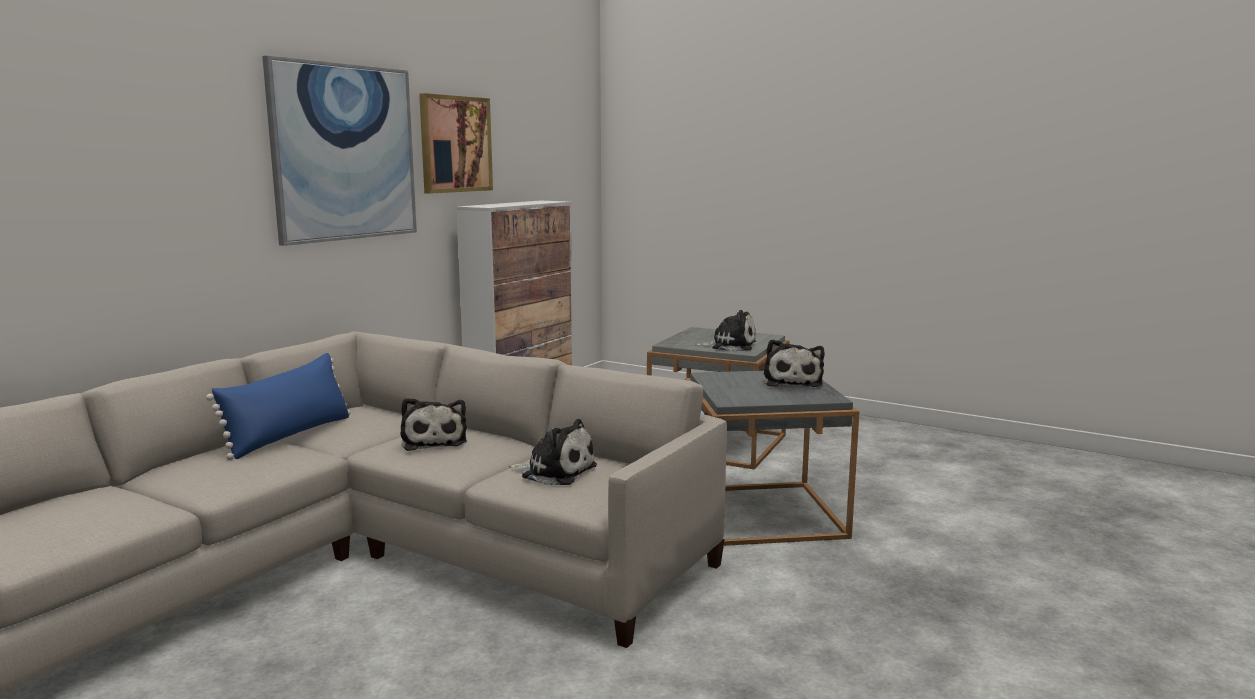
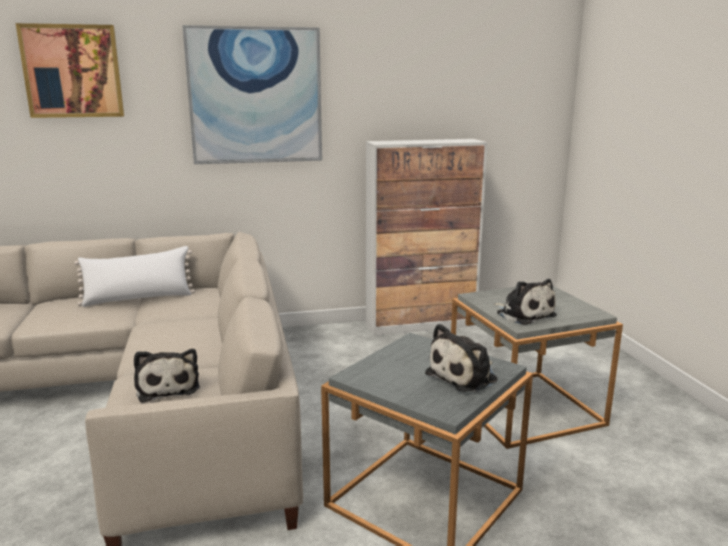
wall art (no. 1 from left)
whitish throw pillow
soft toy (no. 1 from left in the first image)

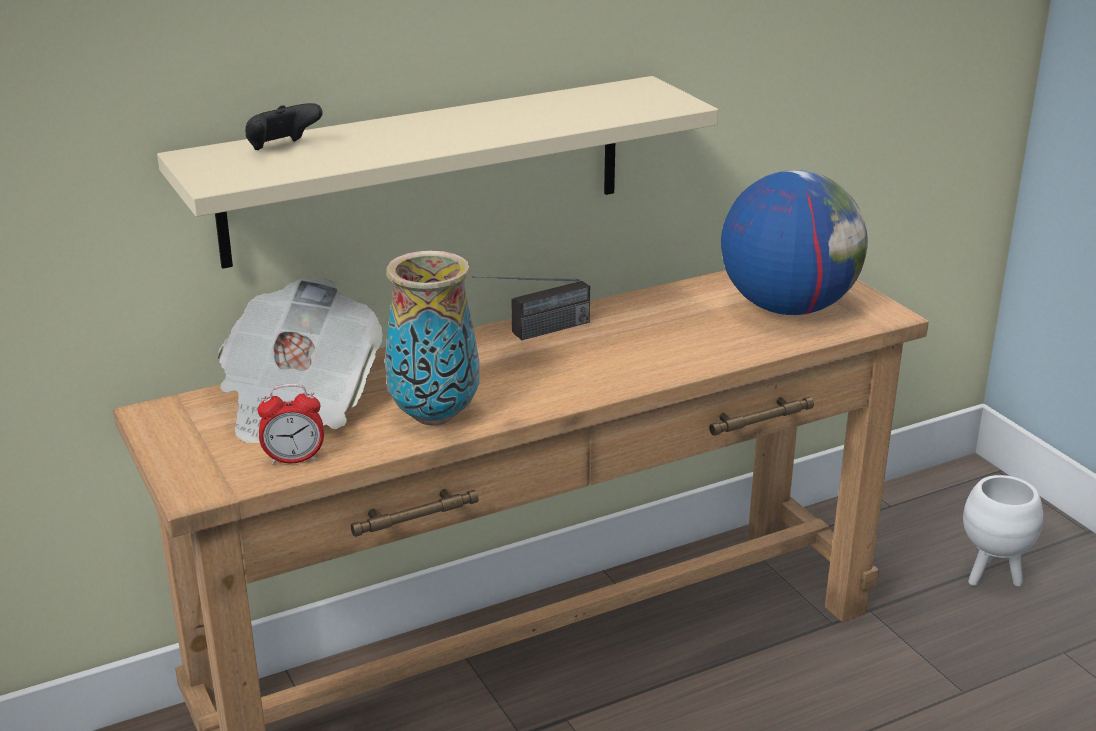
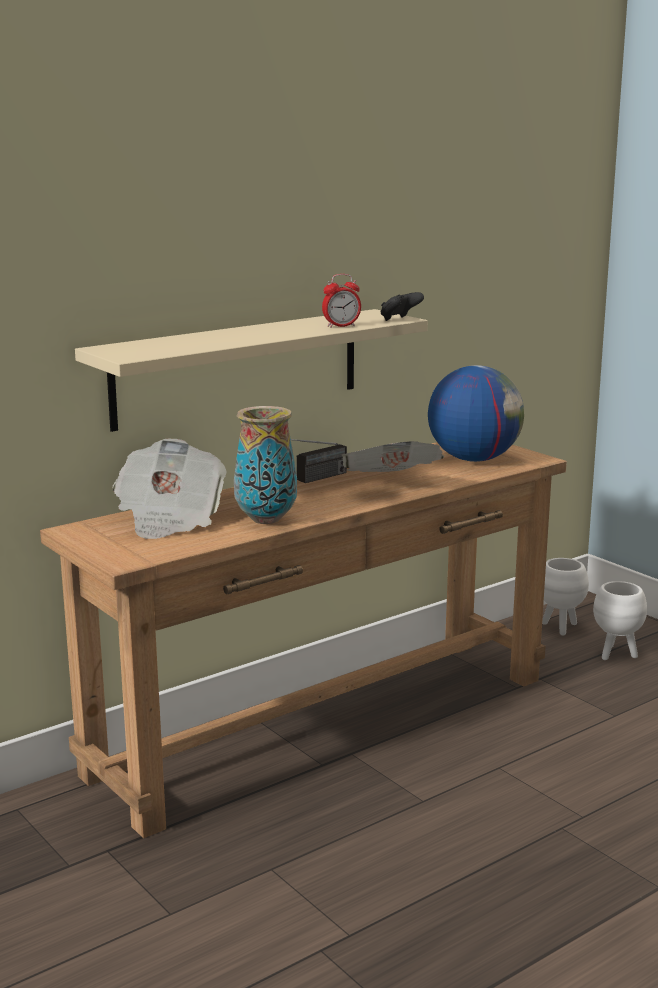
alarm clock
daily paper (no. 2 from left)
black joypad
whitish plant pot (no. 1 from left)

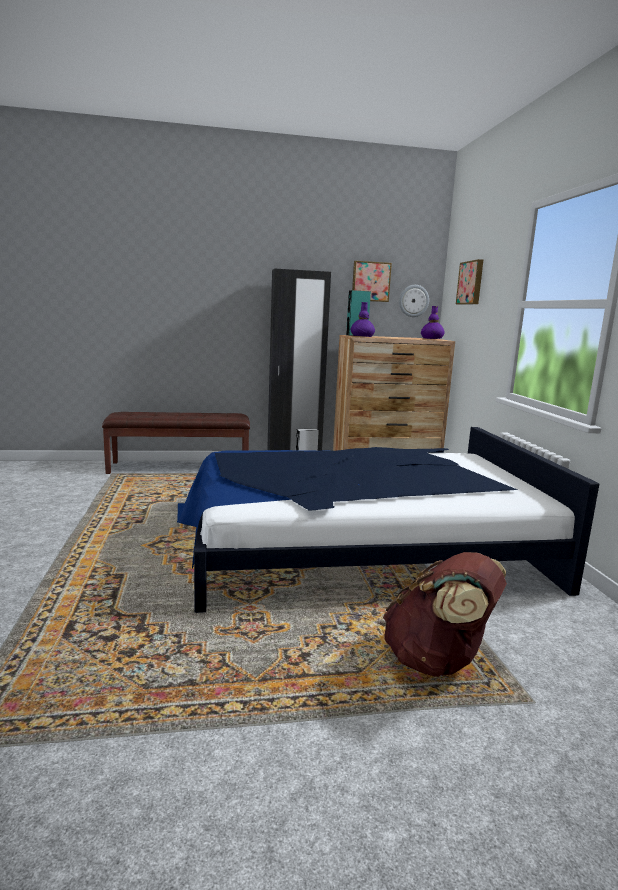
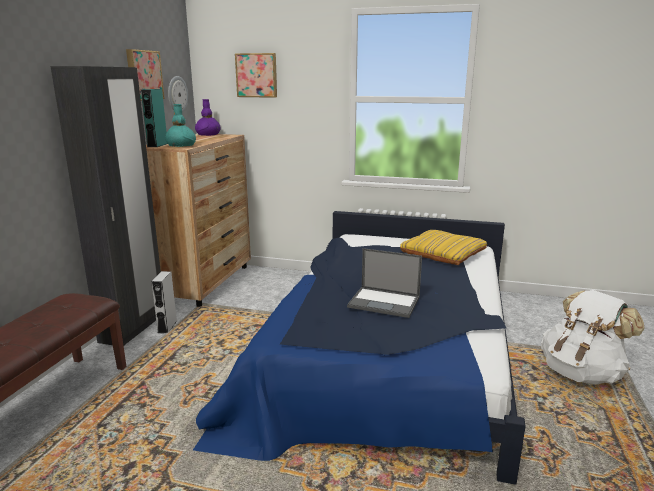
blue-green decorative vase
laptop
yellow throw pillow
whitish knapsack

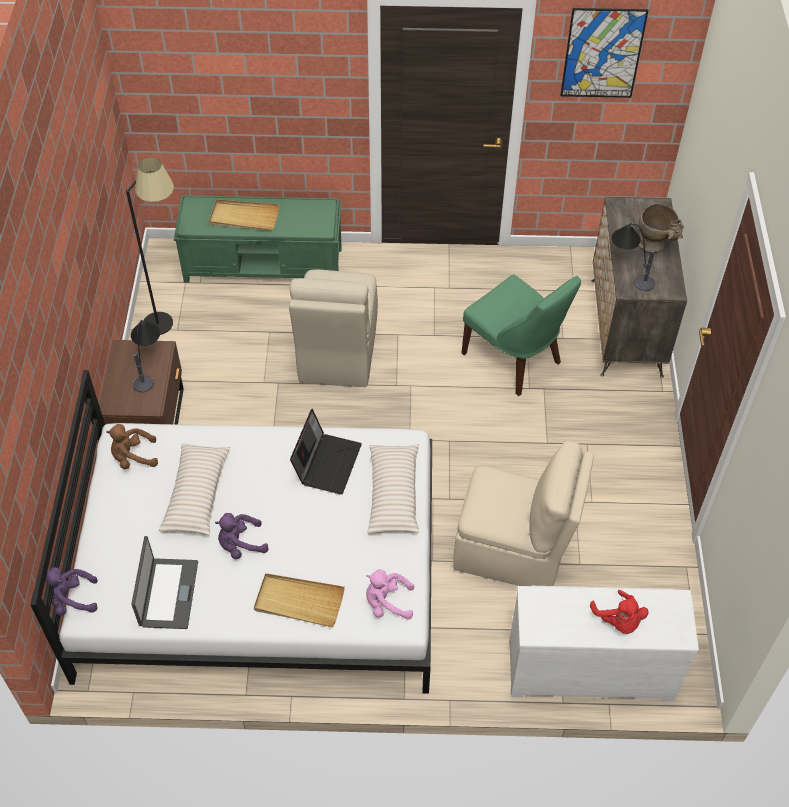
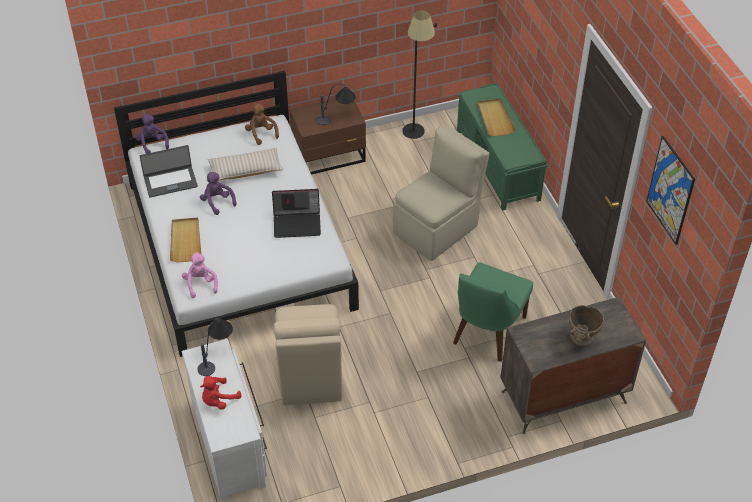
table lamp (no. 1 from left)
beige-coloured plain chair (no. 2 from left)
beige-coloured throw pillow (no. 2 from left in the first image)

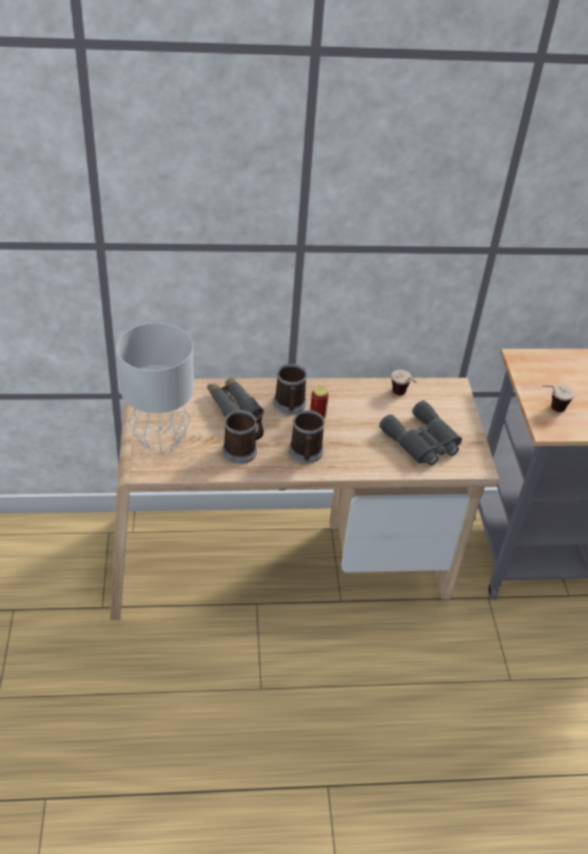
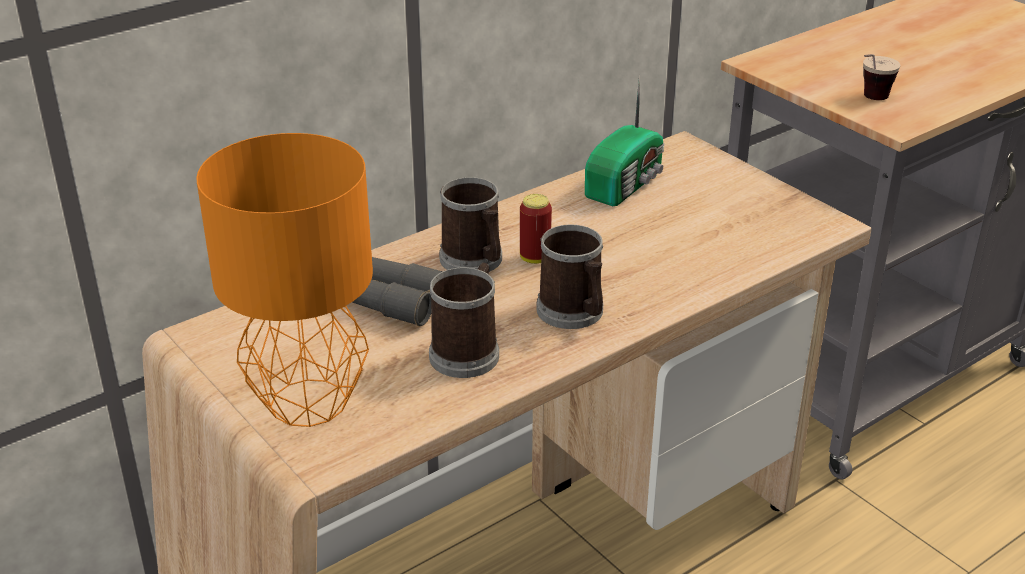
orange-coloured table lamp
radio
grey binoculars (no. 2 from left in the first image)

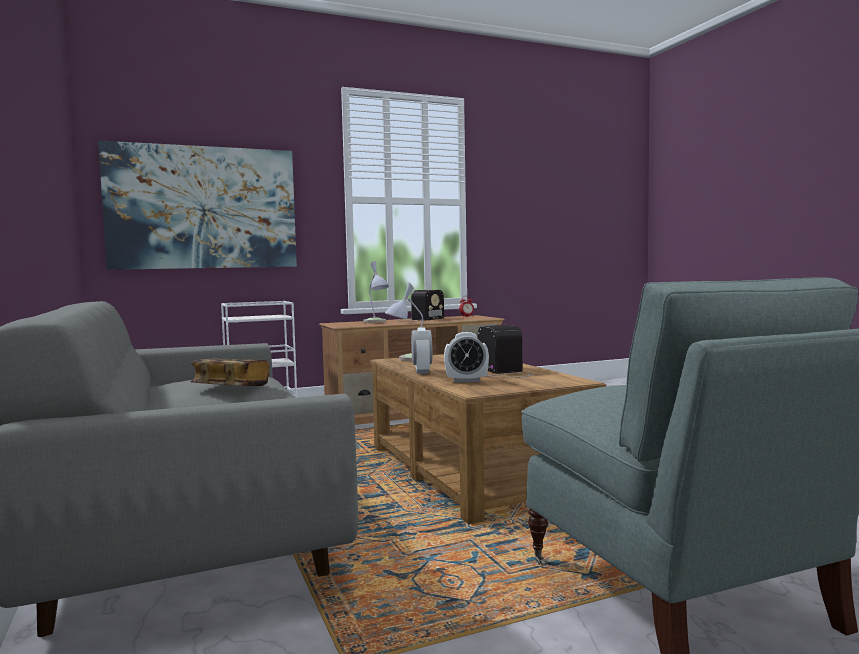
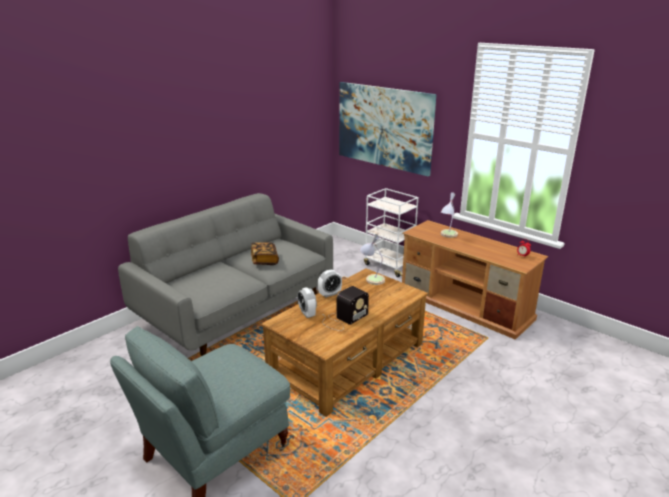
radio (no. 1 from left in the first image)

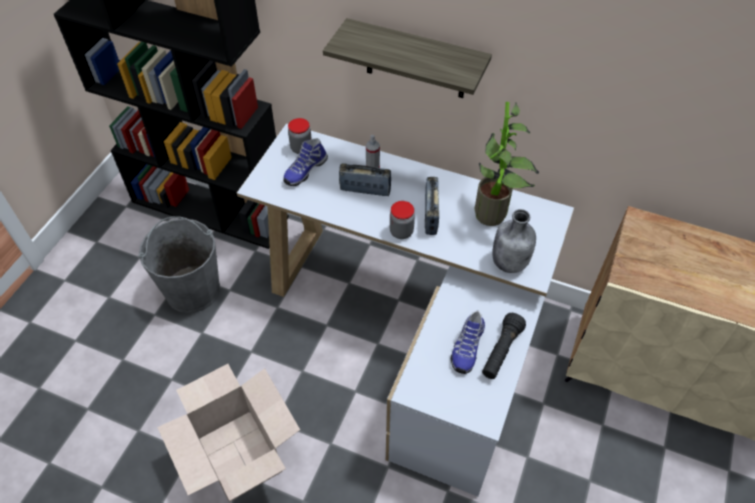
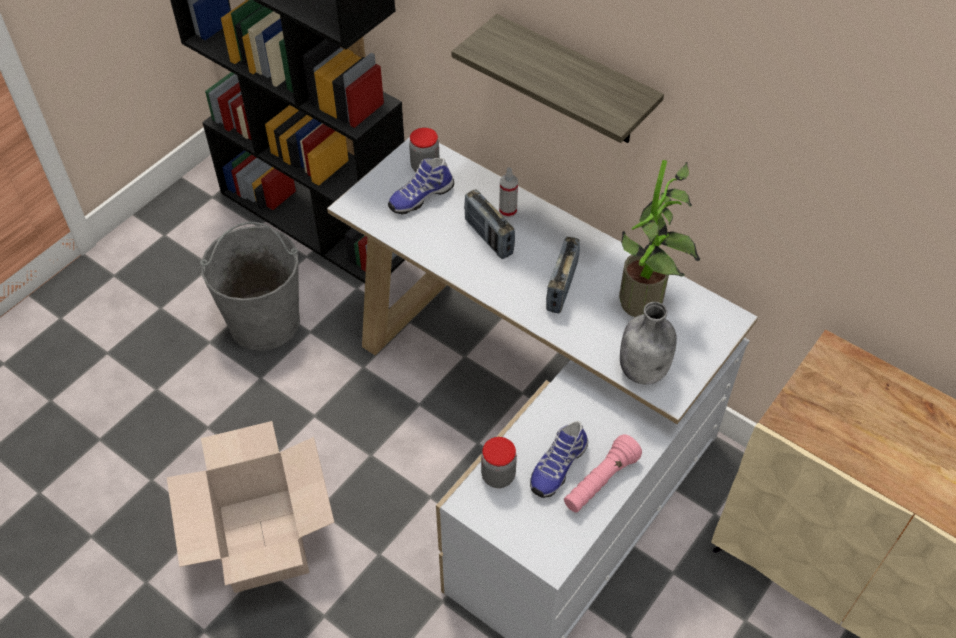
radio (no. 1 from left)
storage jar (no. 2 from left)
pinkish hand torch

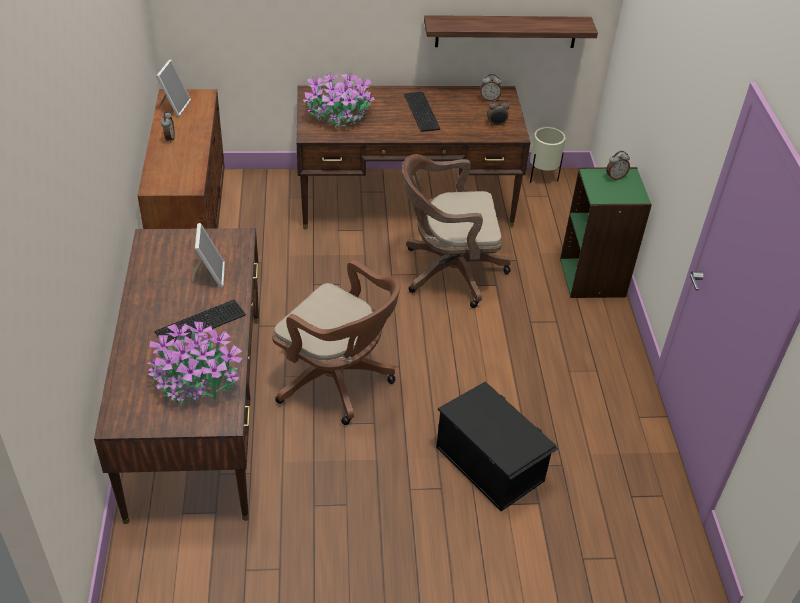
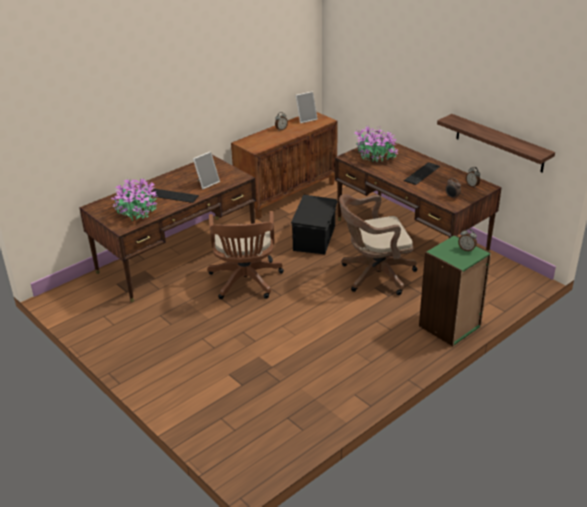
black storage box
brown office chair (no. 2 from left)
beige-coloured plant pot

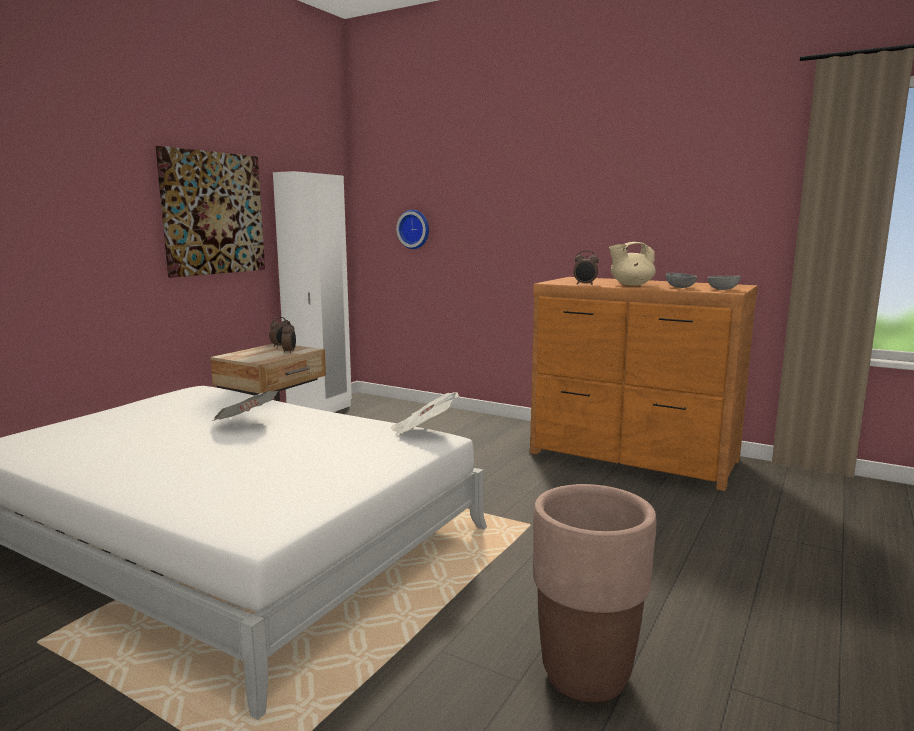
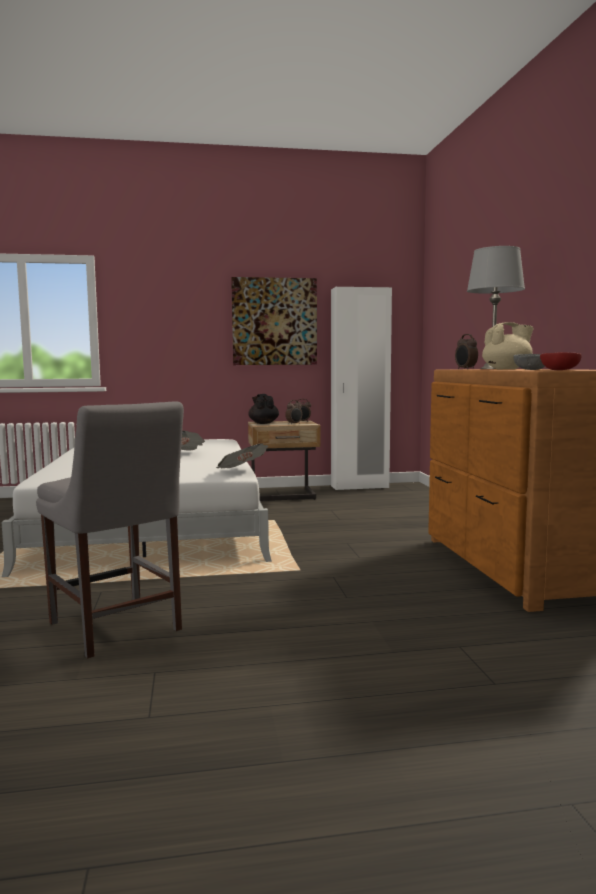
grey plain chair
black pot for tea
grey table lamp
beige-coloured pot for tea
red bowl
hanging clock

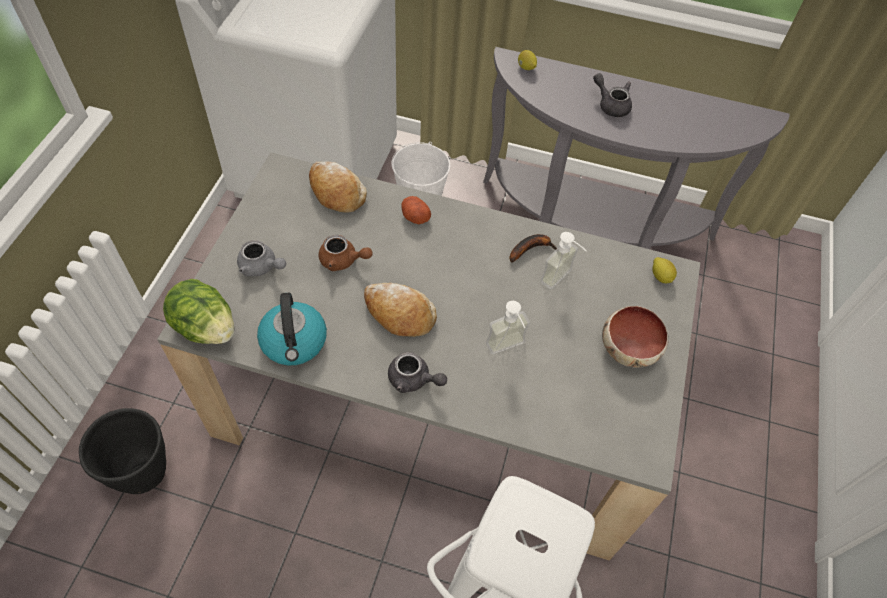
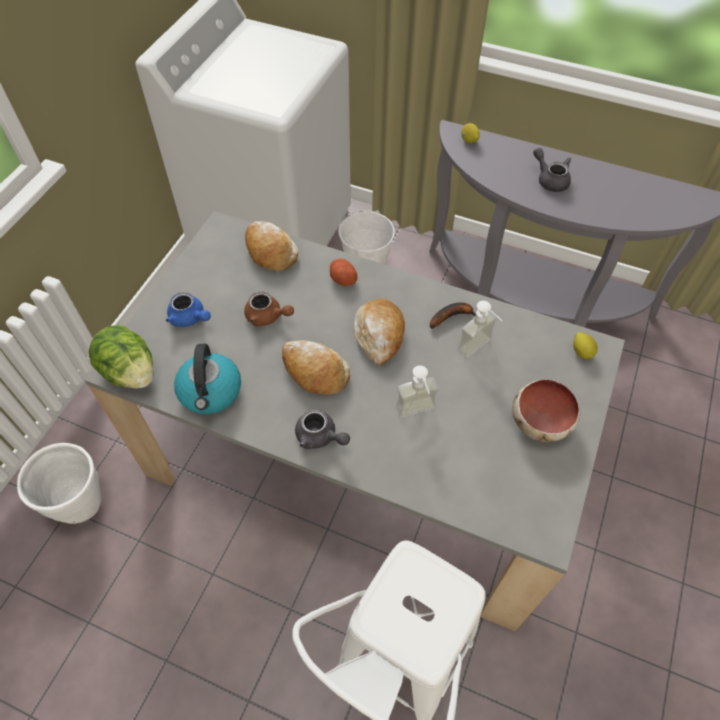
whitish plant pot
blue pot for tea
bread (no. 3 from left)

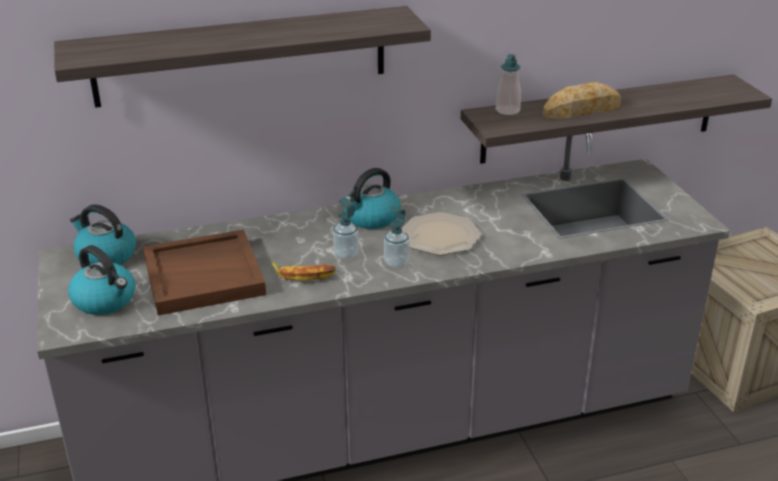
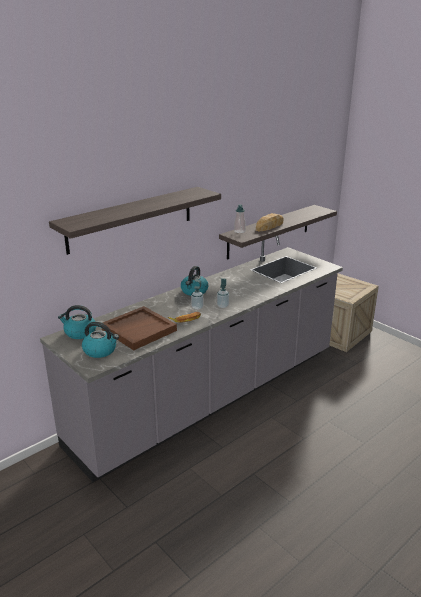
dinner plate

